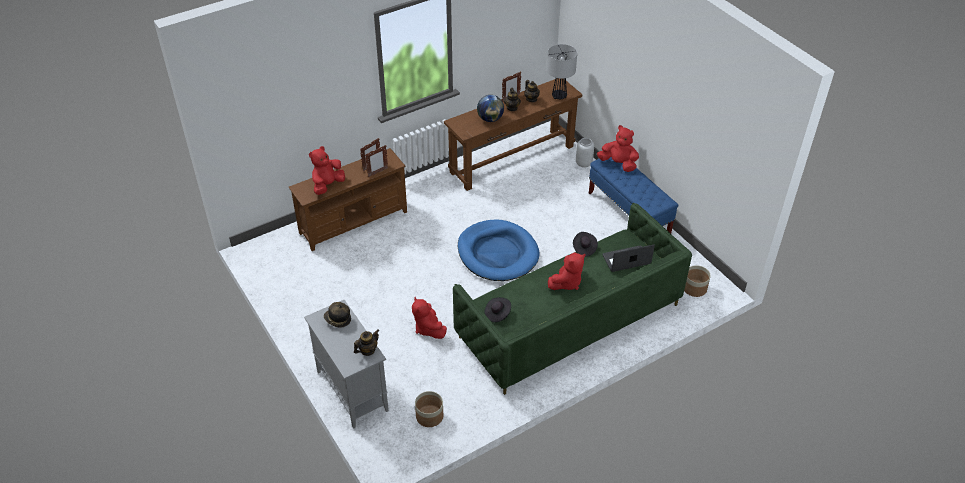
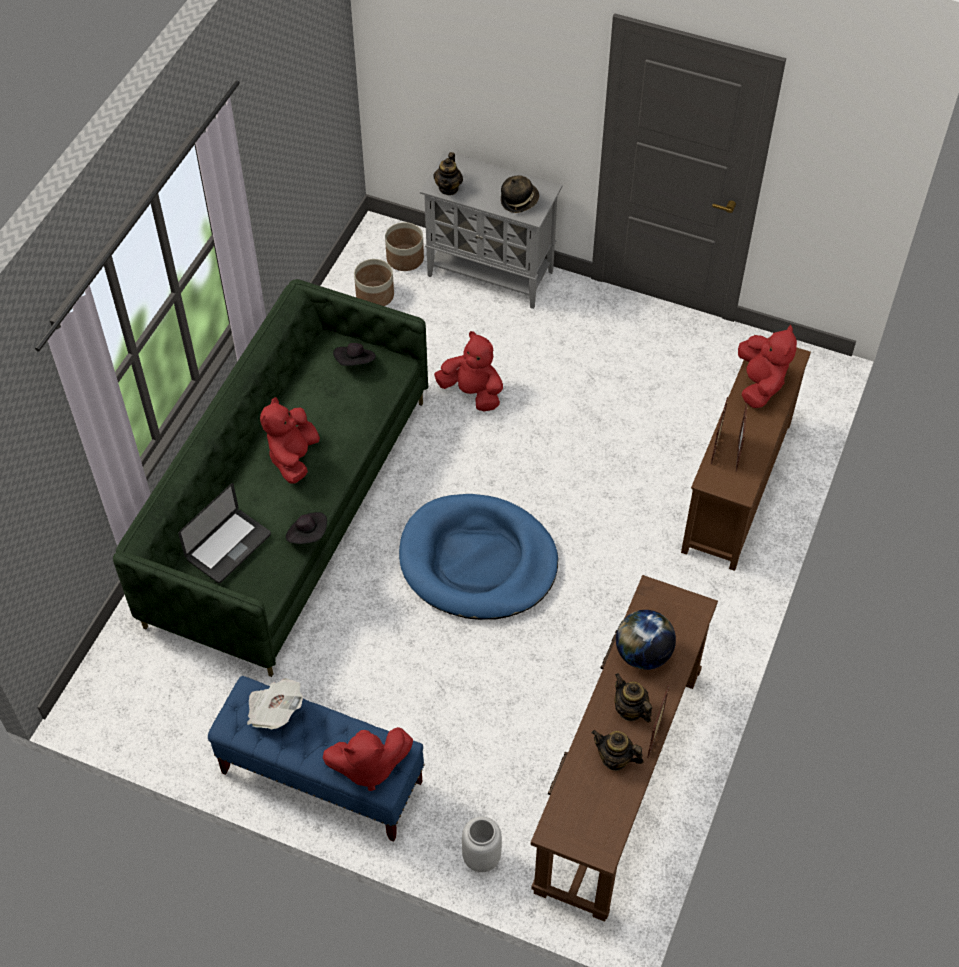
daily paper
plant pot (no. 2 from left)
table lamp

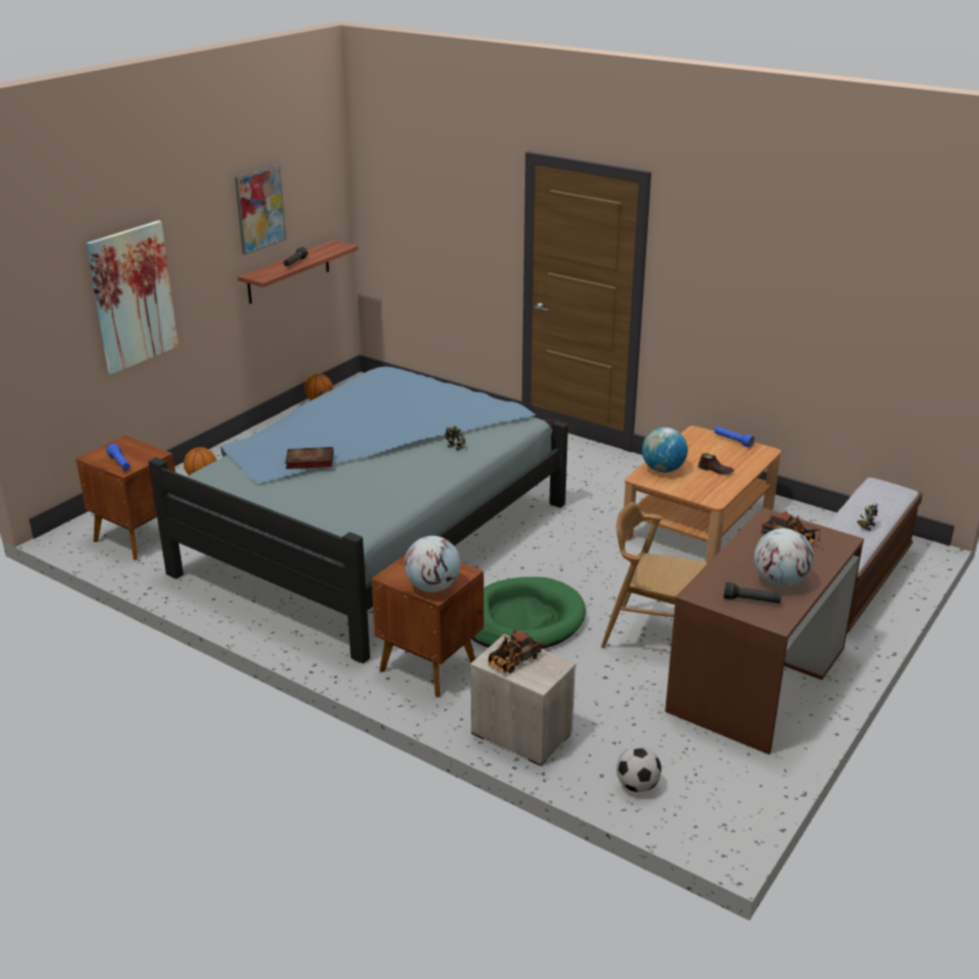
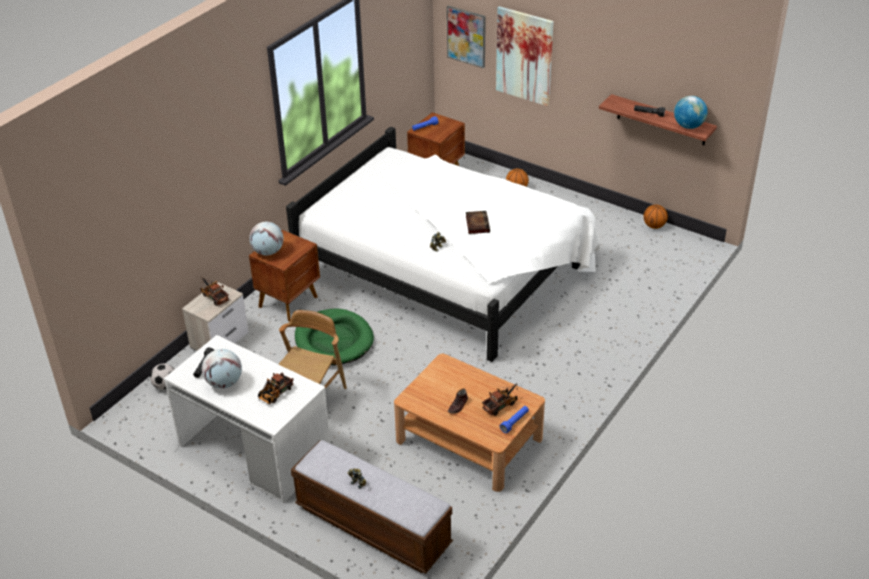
whitish desk table
whitish bed
wall art (no. 1 from left)
bound book
model truck (no. 3 from left)
globe (no. 3 from left)

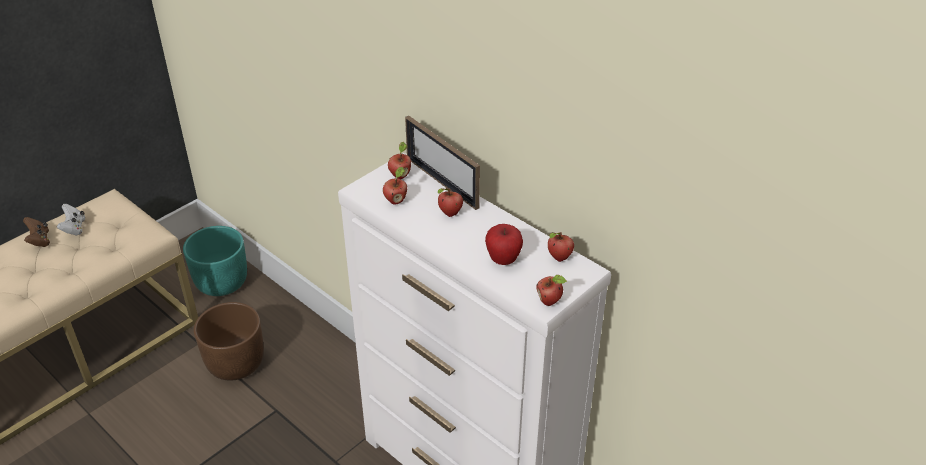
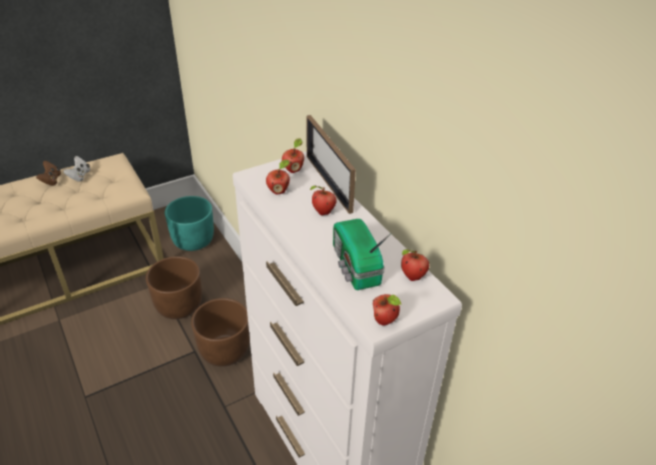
brown plant pot (no. 2 from left)
radio

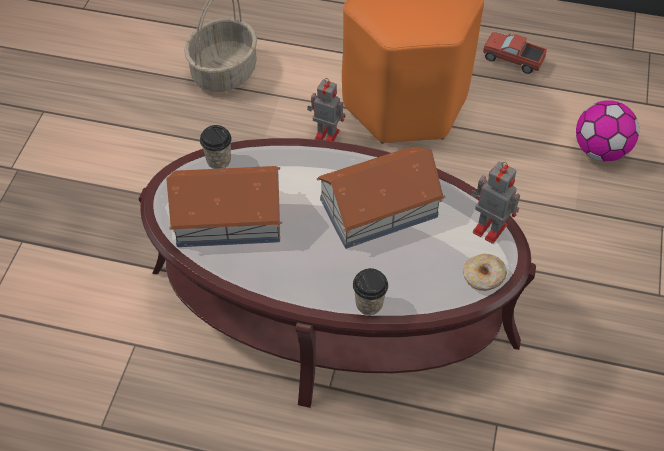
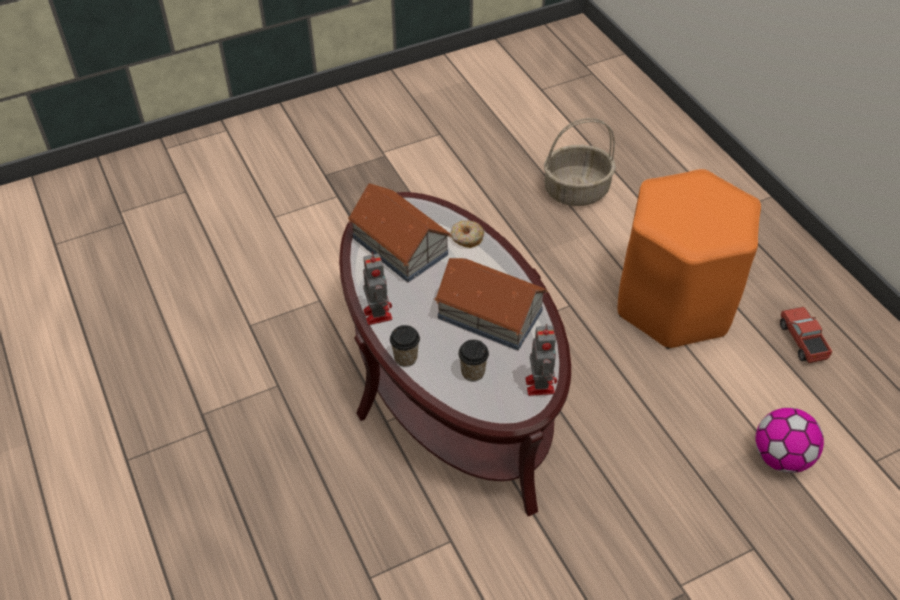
model robot (no. 1 from left)
donut
cup (no. 2 from left)

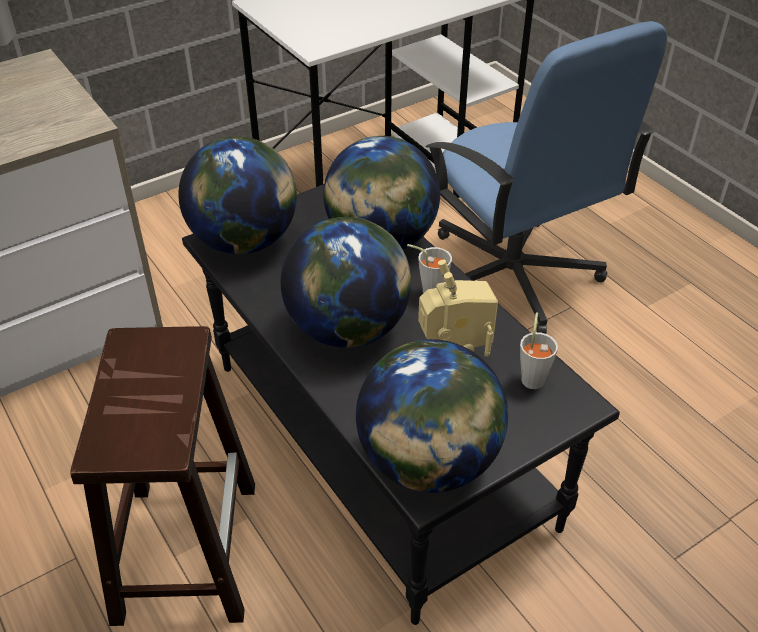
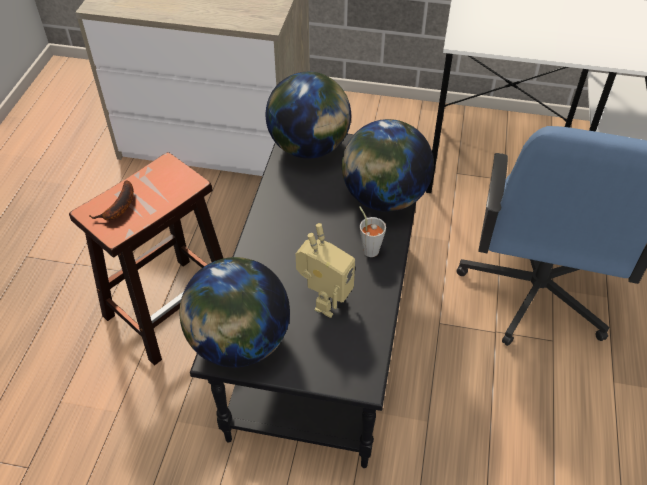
banana fruit
globe (no. 2 from left in the first image)
grey cup (no. 2 from left in the first image)

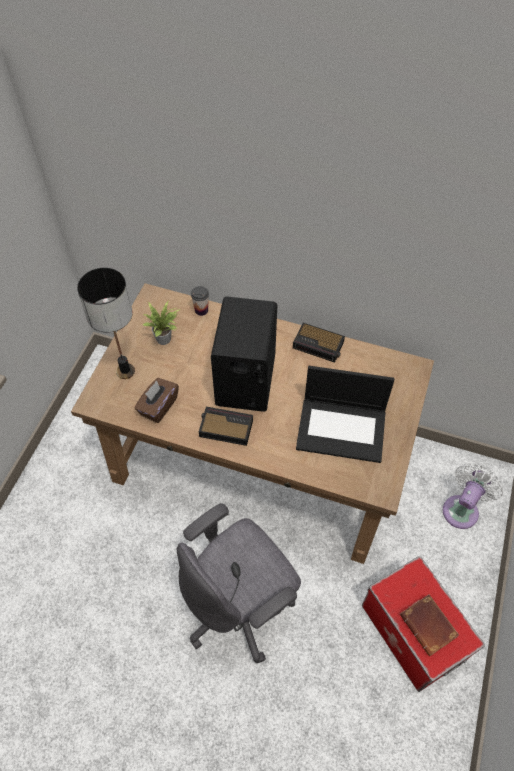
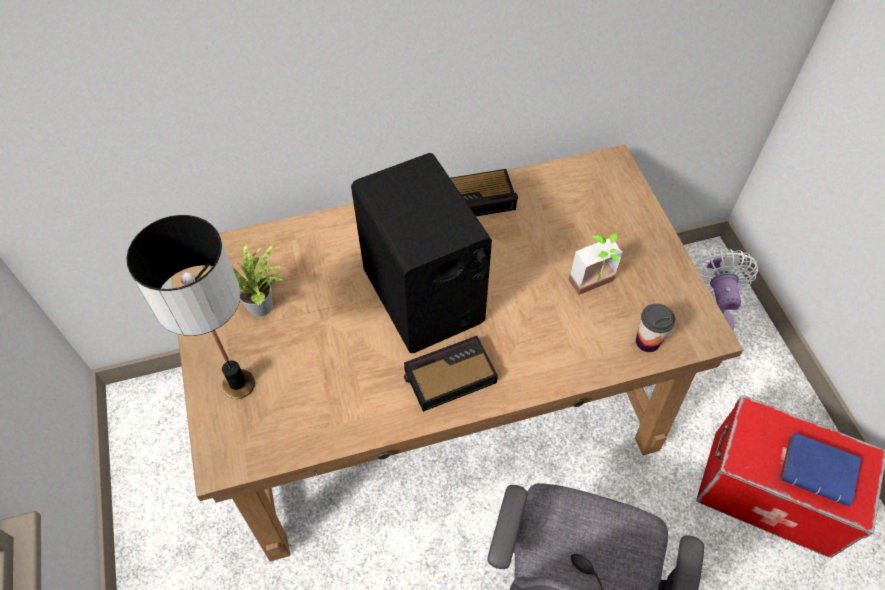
potted plant (no. 2 from left)
cup
blue bound book
brown tissue box

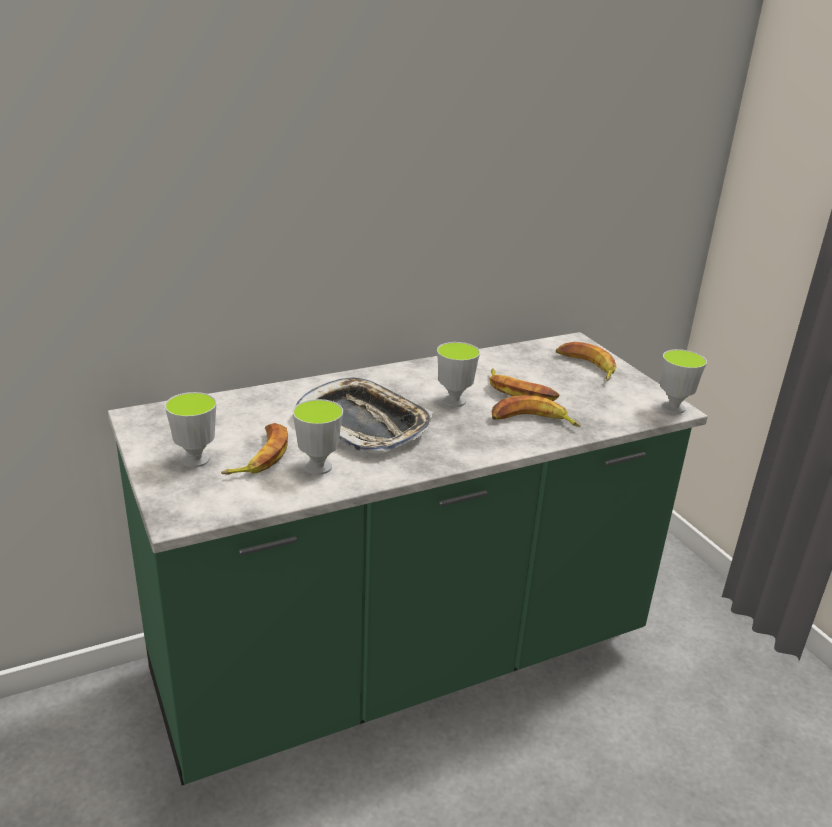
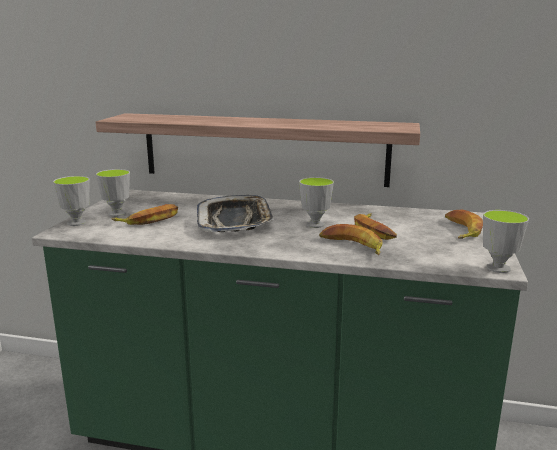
cup (no. 1 from left)
shelf

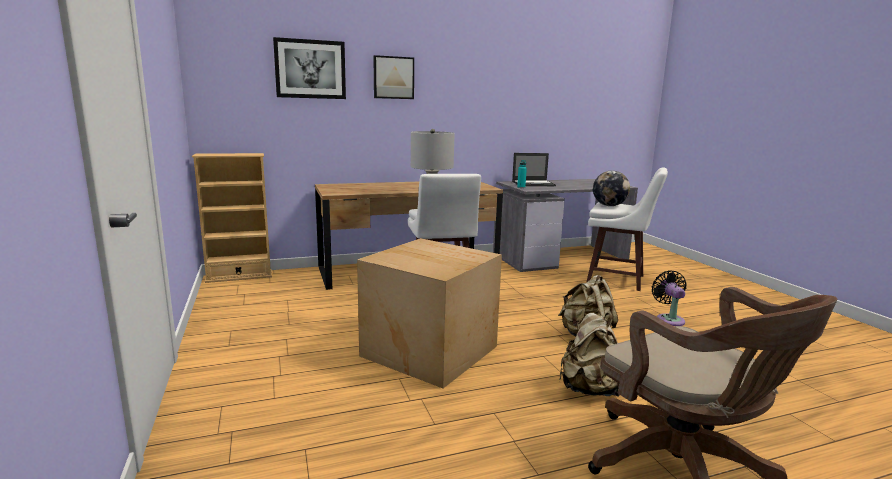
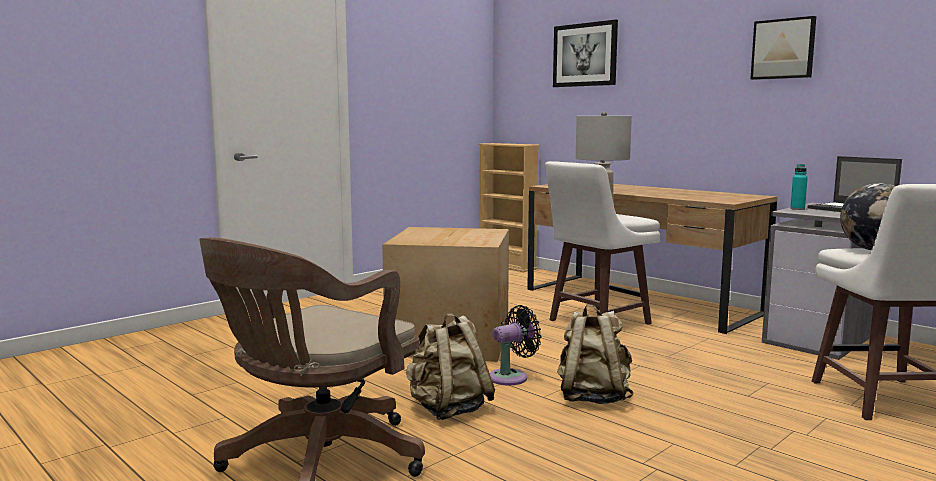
black fan
wall art (no. 2 from left)

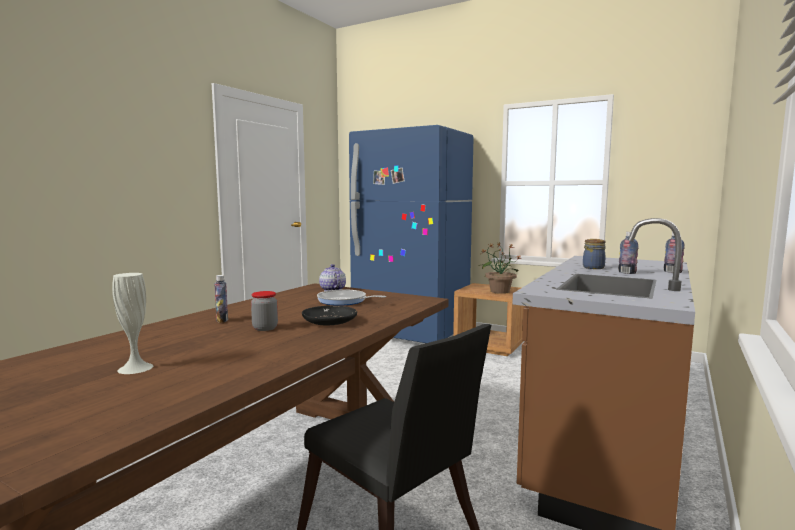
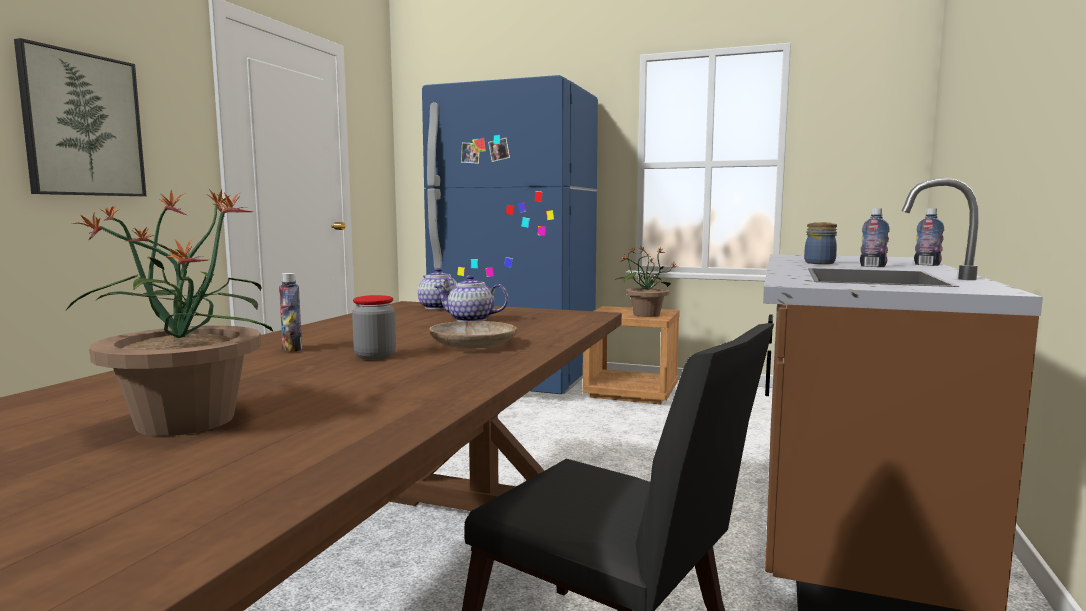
wall art
potted plant (no. 1 from left)
beige-coloured dinner plate
pot for tea (no. 2 from left)

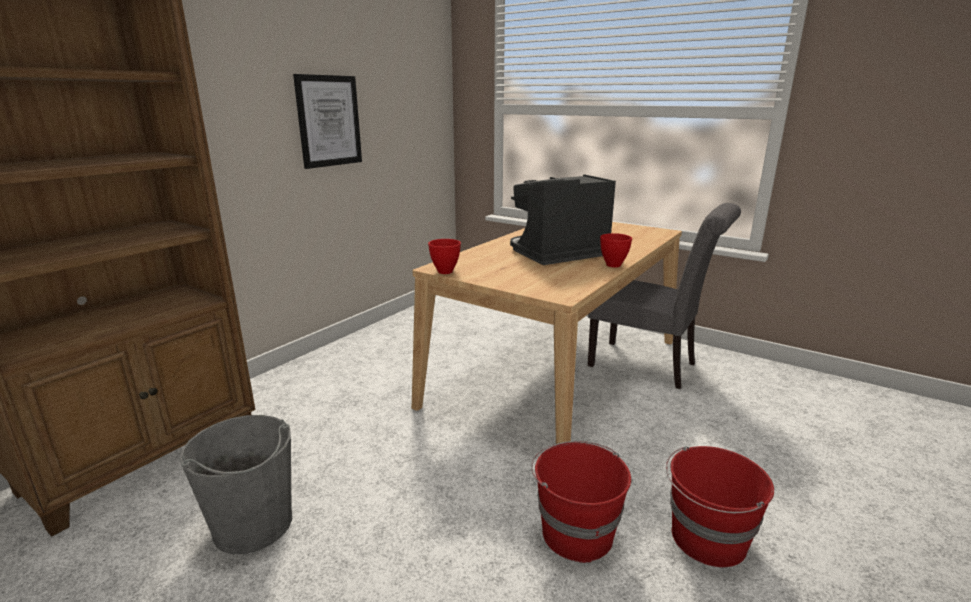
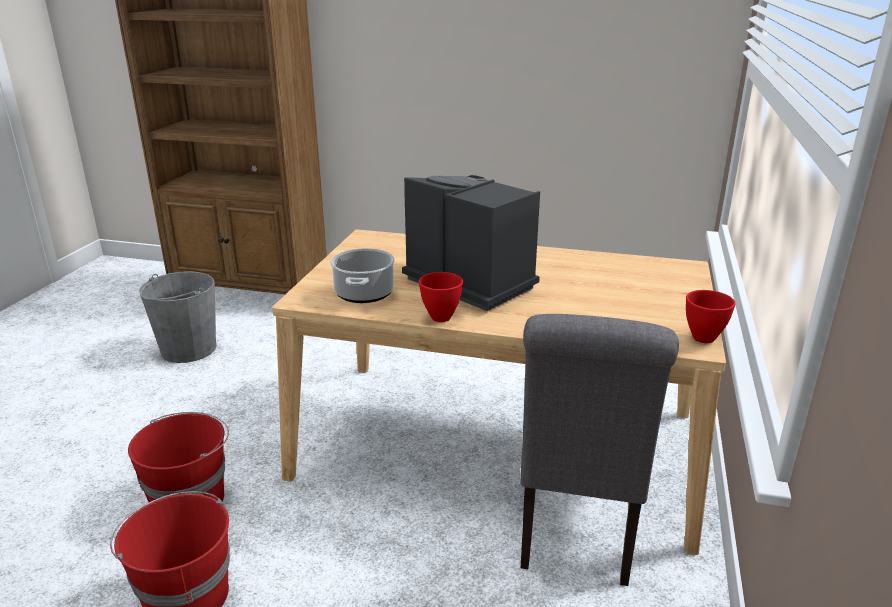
stockpot
red bowl (no. 2 from left)
wall art

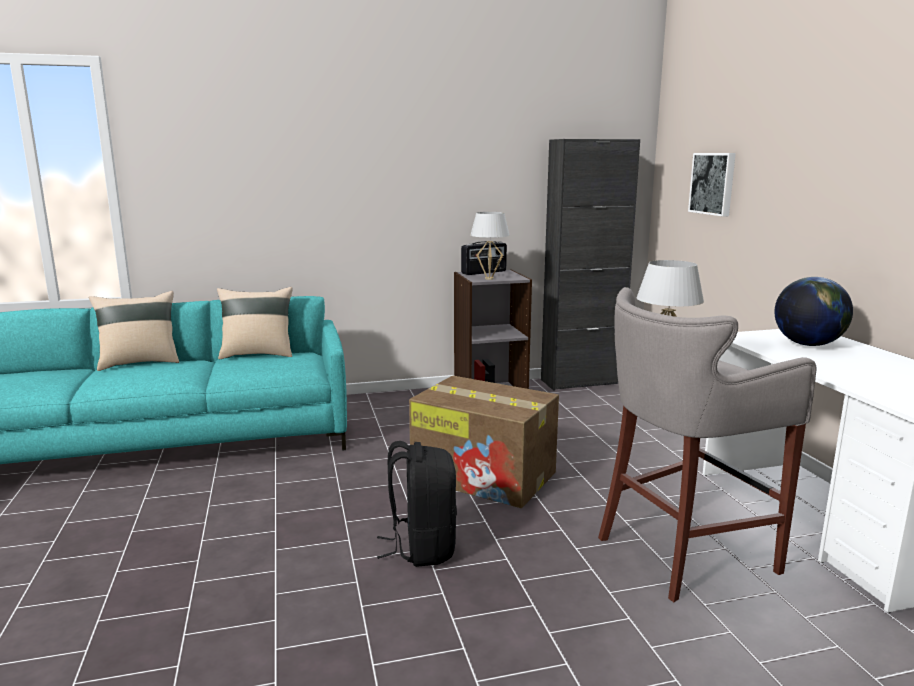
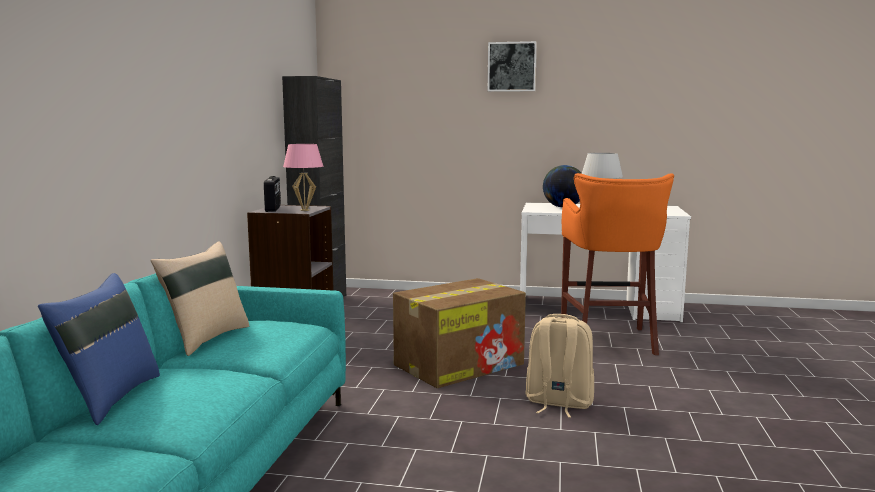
blue throw pillow
pinkish table lamp
wall art
beige-coloured knapsack
orange-coloured stool seat

